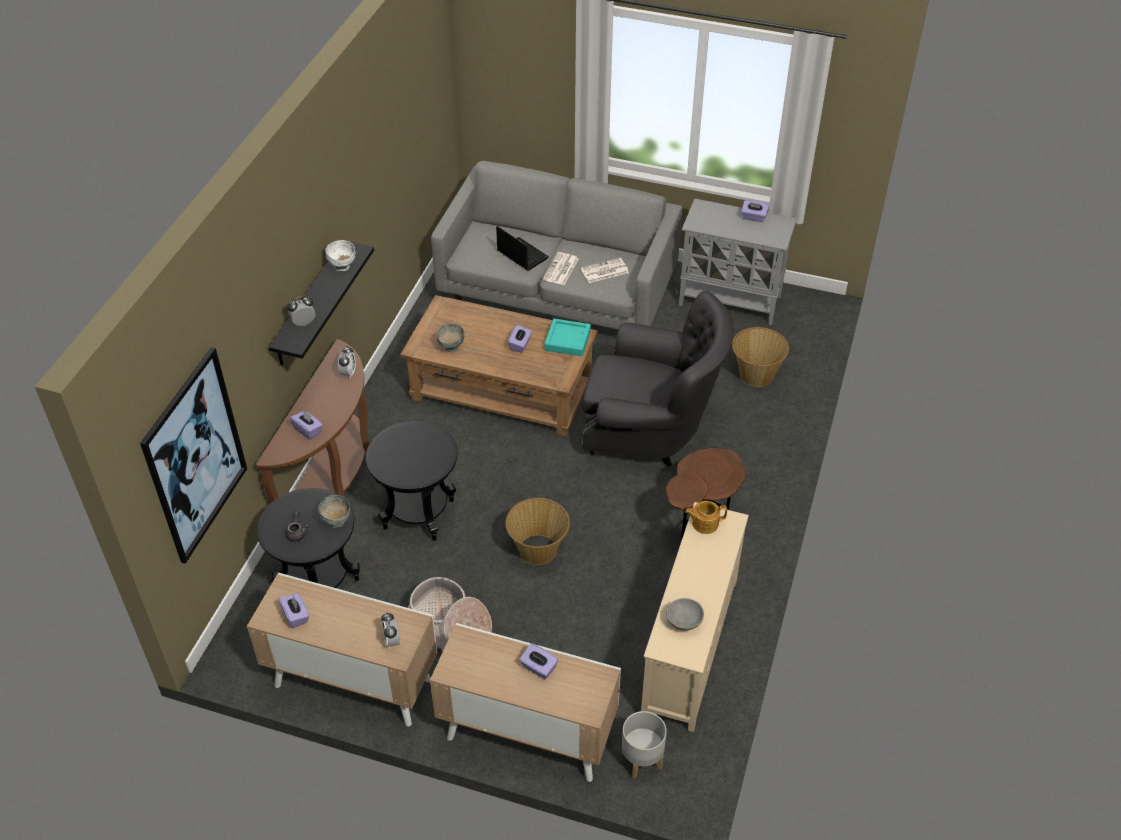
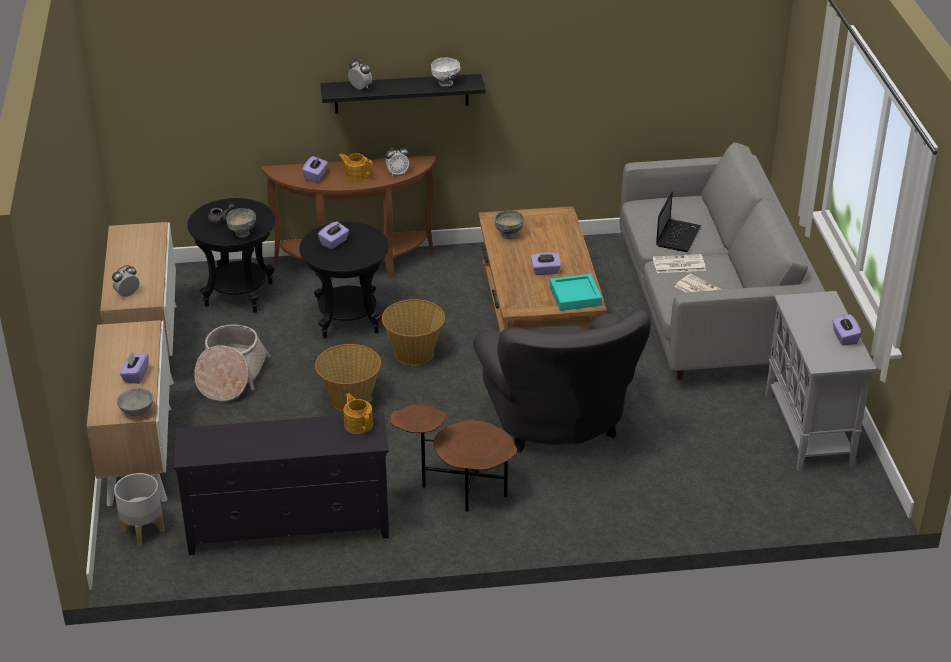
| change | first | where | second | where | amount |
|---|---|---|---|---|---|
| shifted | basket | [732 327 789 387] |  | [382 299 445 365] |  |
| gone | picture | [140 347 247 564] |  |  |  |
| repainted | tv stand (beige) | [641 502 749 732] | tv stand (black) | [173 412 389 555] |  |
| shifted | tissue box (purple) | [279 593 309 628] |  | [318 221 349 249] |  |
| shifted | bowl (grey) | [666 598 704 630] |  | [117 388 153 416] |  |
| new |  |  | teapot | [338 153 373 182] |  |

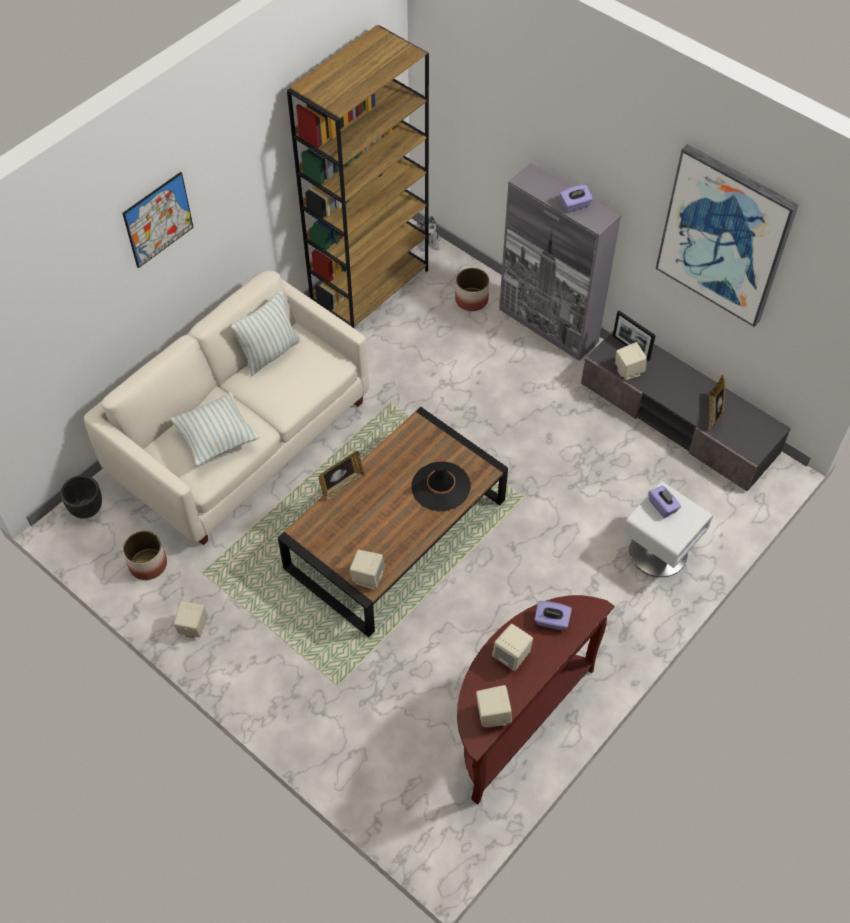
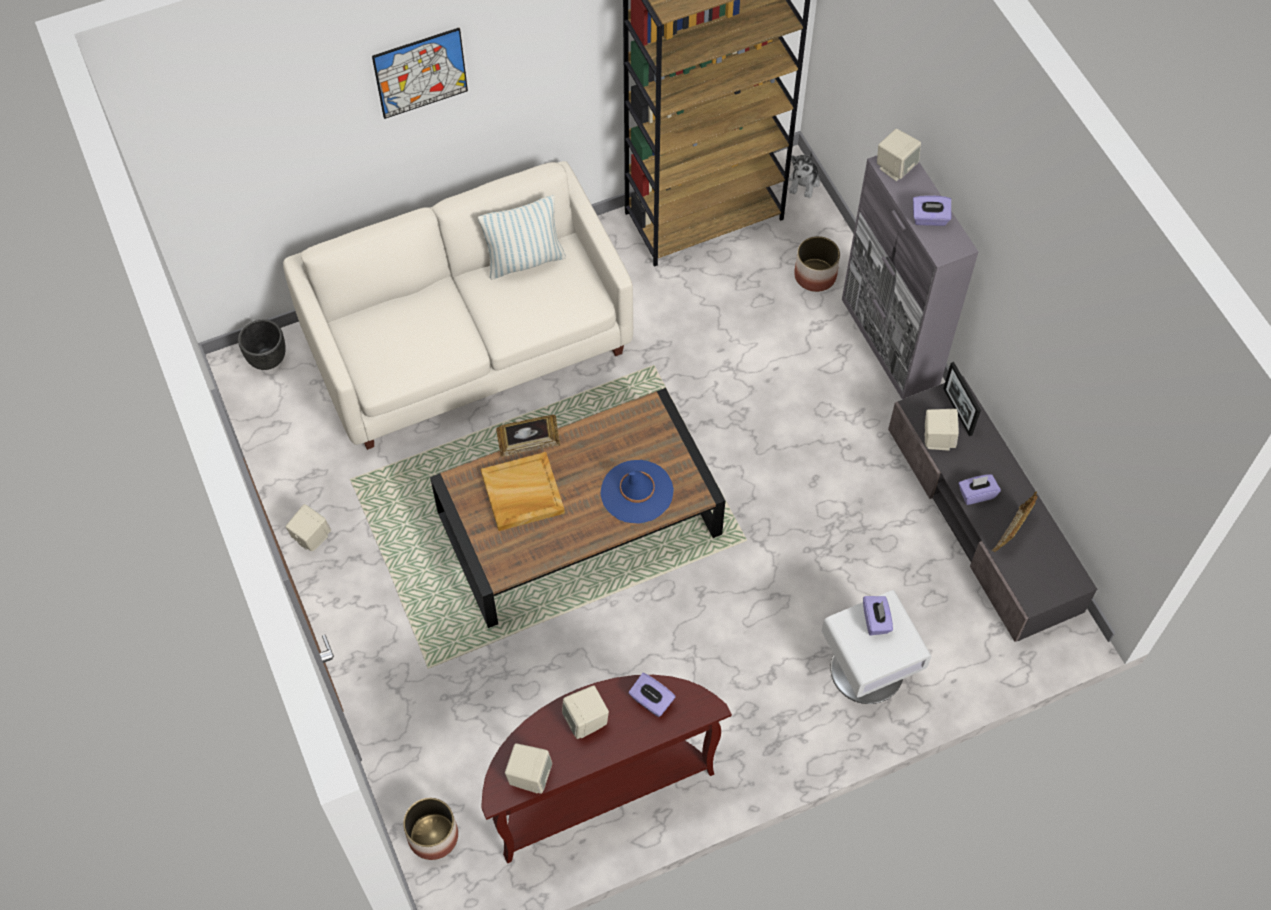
| change | first | where | second | where | amount |
|---|---|---|---|---|---|
| gone | picture | [656 144 799 327] |  |  |  |
| gone | pillow | [170 392 259 466] |  |  |  |
| repainted | hat (black) | [411 462 471 511] | hat (blue) | [600 460 674 524] |  |
| shifted | planter | [123 531 167 580] |  | [403 798 458 860] |  |
| shifted | speaker (beige) | [350 550 385 590] |  | [877 129 921 181] |  |
| new |  |  | tray (beige) | [481 452 565 531] |  |
| new |  |  | tissue box (purple) | [959 474 1001 505] |  |

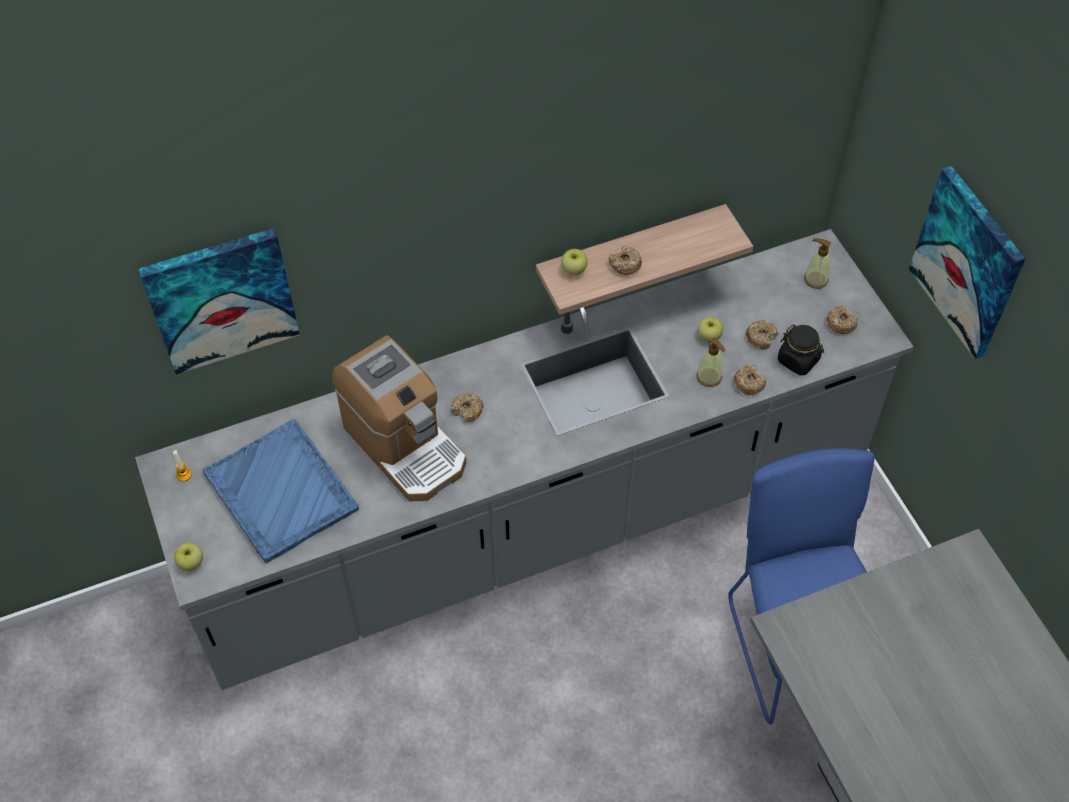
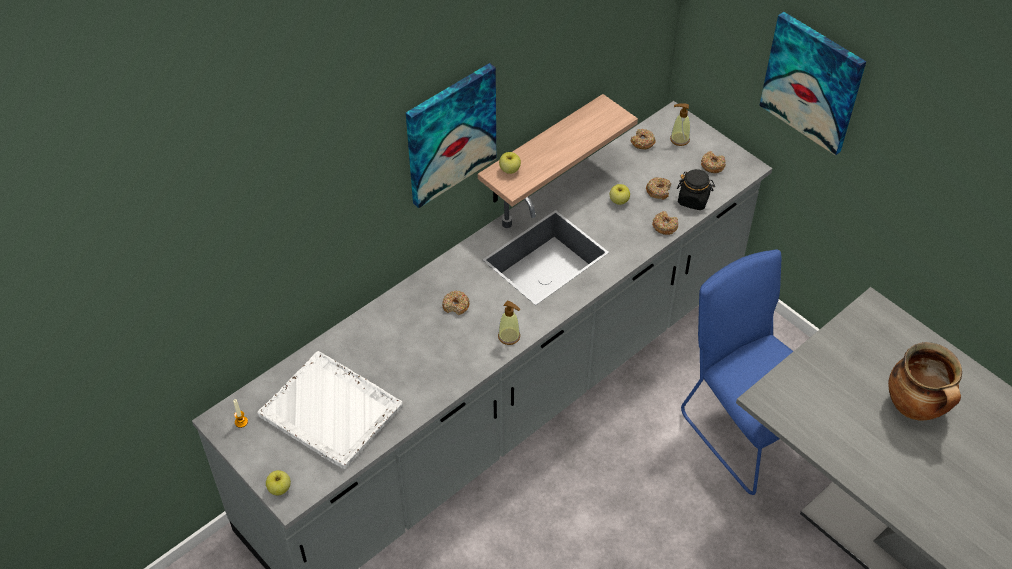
| change | first | where | second | where | amount |
|---|---|---|---|---|---|
| shifted | picture | [138 228 300 374] |  | [406 63 496 208] |  |
| shifted | donut | [609 245 642 275] |  | [630 129 656 149] |  |
| gone | coffee machine | [332 335 466 501] |  |  |  |
| shifted | soap dispenser | [696 337 726 387] |  | [498 301 520 345] |  |
| repainted | tray (blue) | [202 419 359 563] | tray (white) | [257 351 403 469] |  |
| new |  |  | cooking pot | [888 342 962 421] |  |

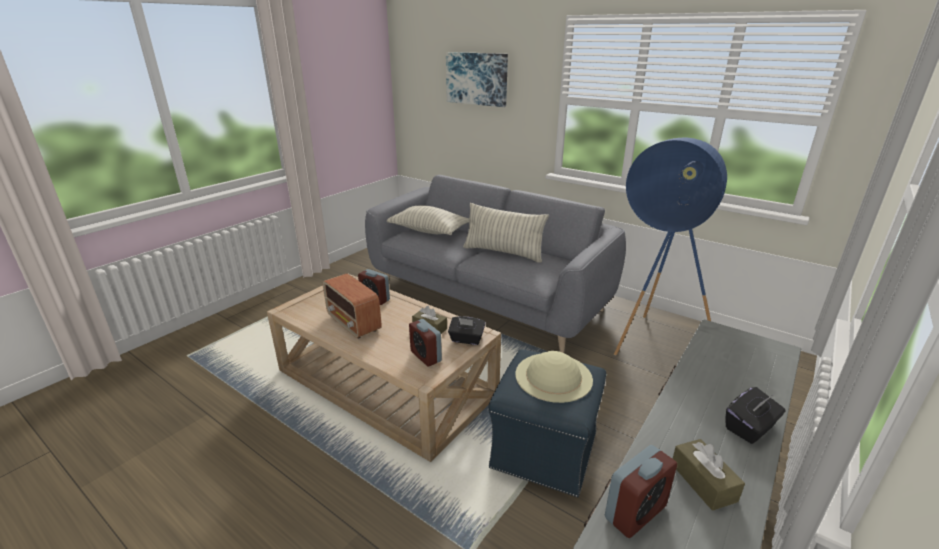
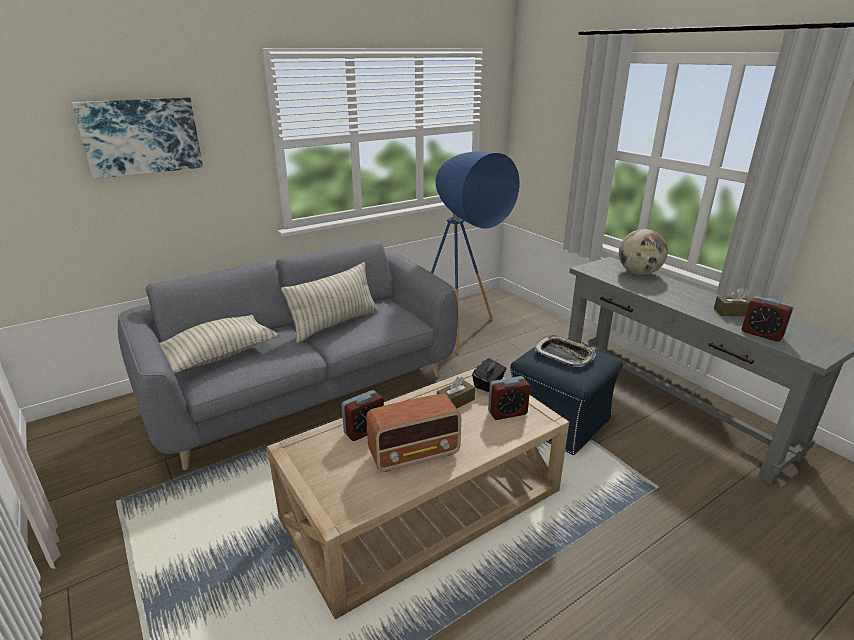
| change | first | where | second | where | amount |
|---|---|---|---|---|---|
| swapped | hat (beige) | [515 351 593 403] | tray | [535 335 596 367] |  |
| gone | tissue box (black) | [725 387 786 444] |  |  |  |
| rotated | alarm clock | [605 445 677 538] |  | [742 296 793 342] | 150 degrees clockwise |
| new |  |  | globe | [619 229 668 275] |  |

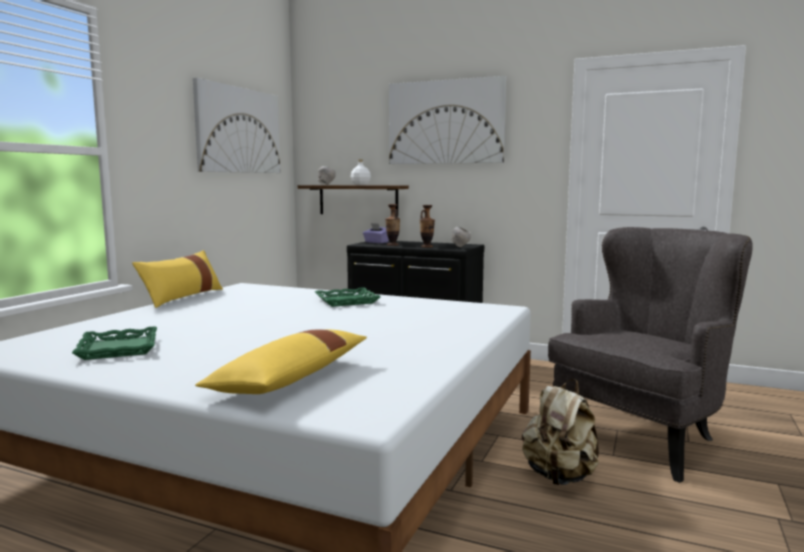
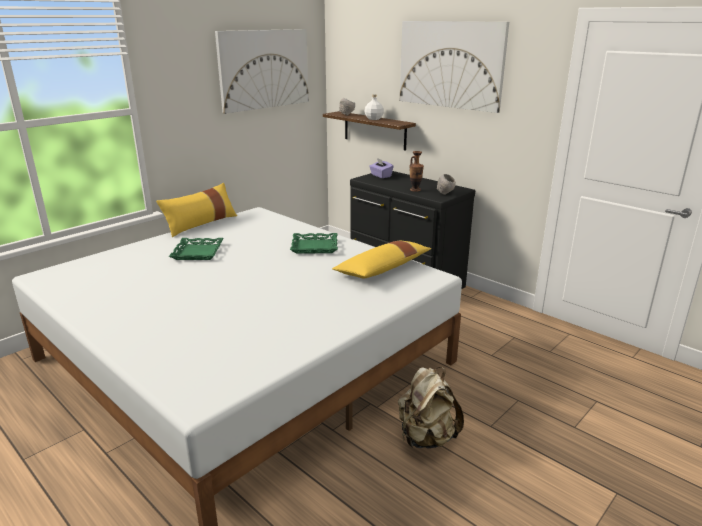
| change | first | where | second | where | amount |
|---|---|---|---|---|---|
| gone | vase | [385 204 400 246] |  |  |  |
| gone | armchair (grey) | [548 227 753 483] |  |  |  |
| shifted | tray (green) | [72 326 157 360] |  | [169 238 224 260] |  |
| shifted | pillow (yellow) | [195 329 367 394] |  | [332 240 431 278] |  |

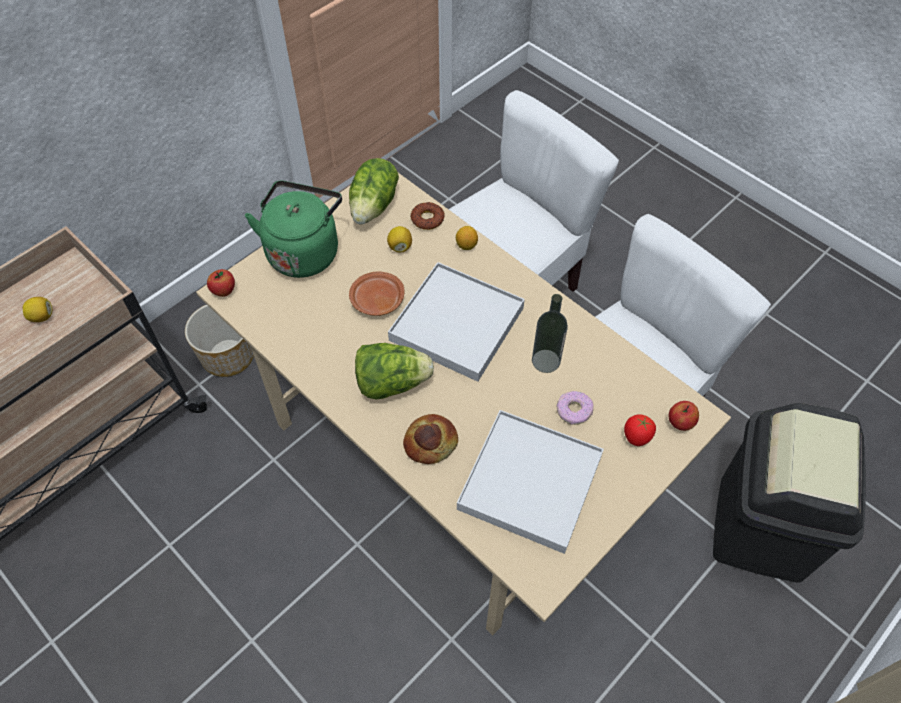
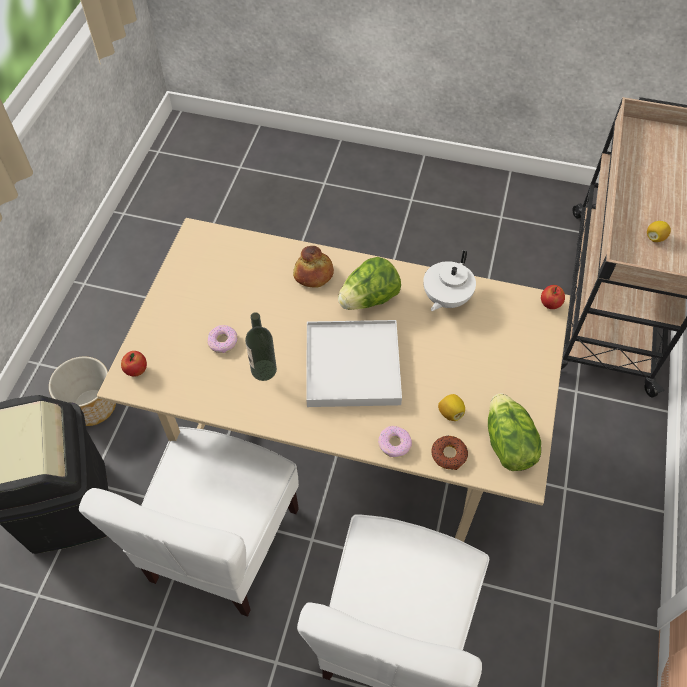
| change | first | where | second | where | amount |
|---|---|---|---|---|---|
| gone | kettle (green) | [245 181 342 278] |  |  |  |
| swapped | lemon | [456 226 478 250] | donut | [378 426 412 457] |  |
| gone | plate (brown) | [349 272 404 316] |  |  |  |
| shifted | planter | [185 305 254 377] |  | [49 357 116 426] |  |
| gone | tray (white) | [457 410 604 554] |  |  |  |
| gone | tomato | [624 414 656 446] |  |  |  |
| new |  |  | teapot (white) | [423 250 476 311] |  |

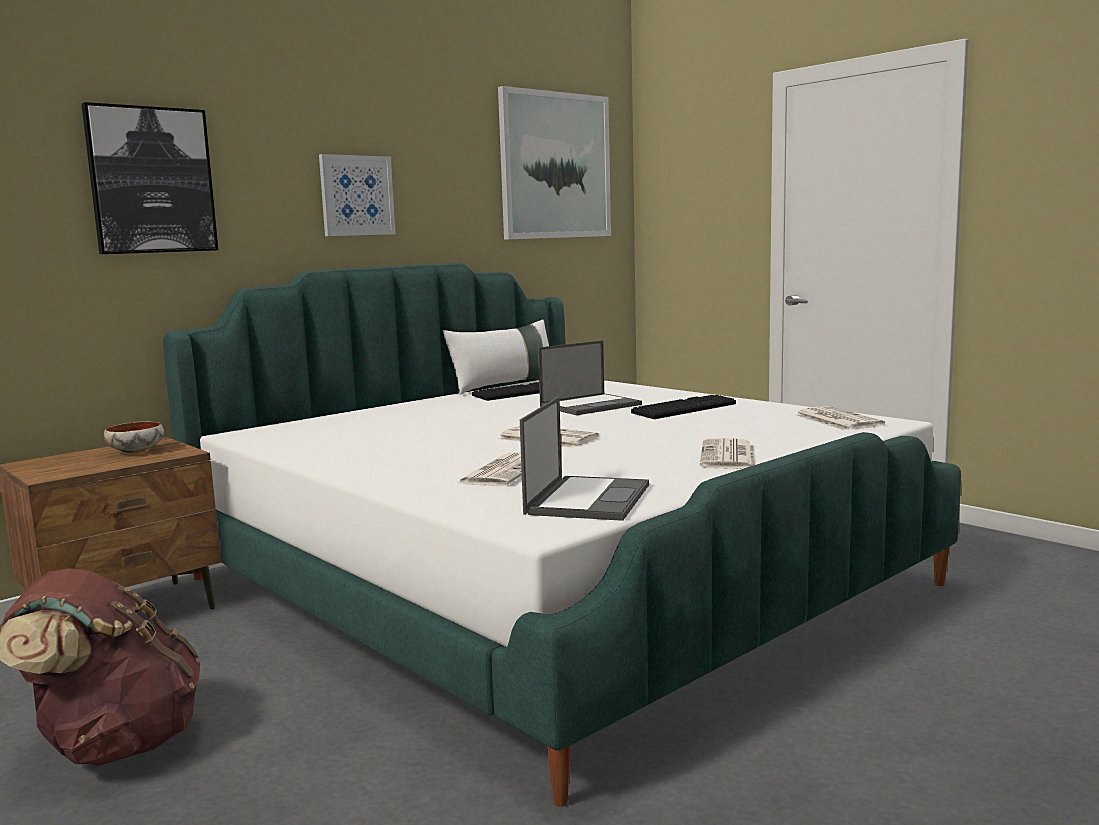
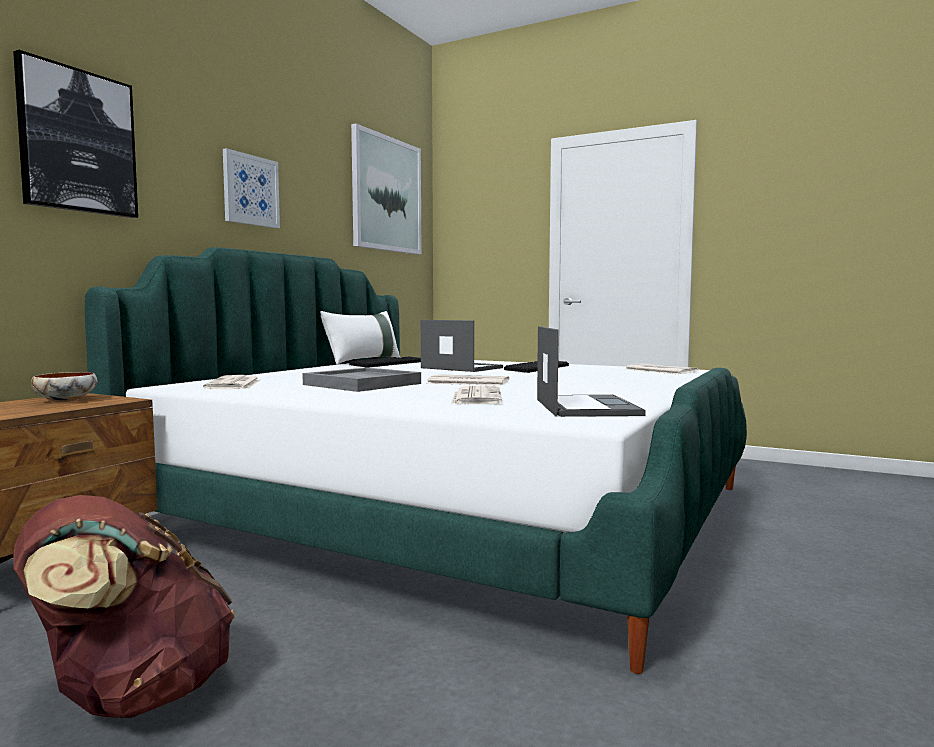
| change | first | where | second | where | amount |
|---|---|---|---|---|---|
| rotated | laptop | [538 340 642 415] |  | [421 320 503 372] | 90 degrees counterclockwise |
| shifted | newspaper | [700 438 756 469] |  | [203 375 260 389] |  |
| new |  |  | tray (grey) | [302 367 421 392] |  |

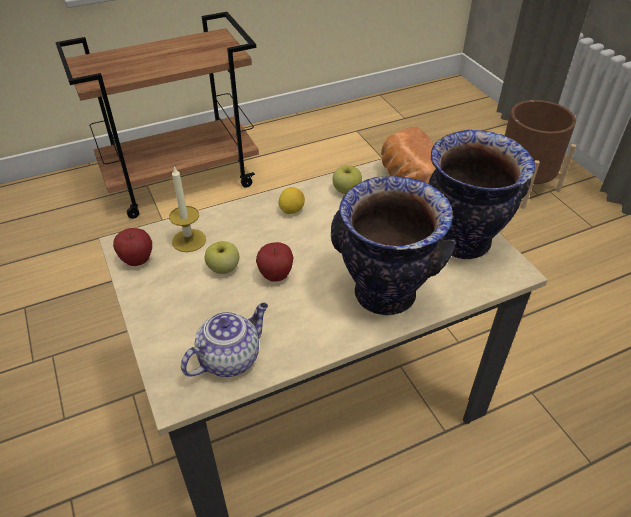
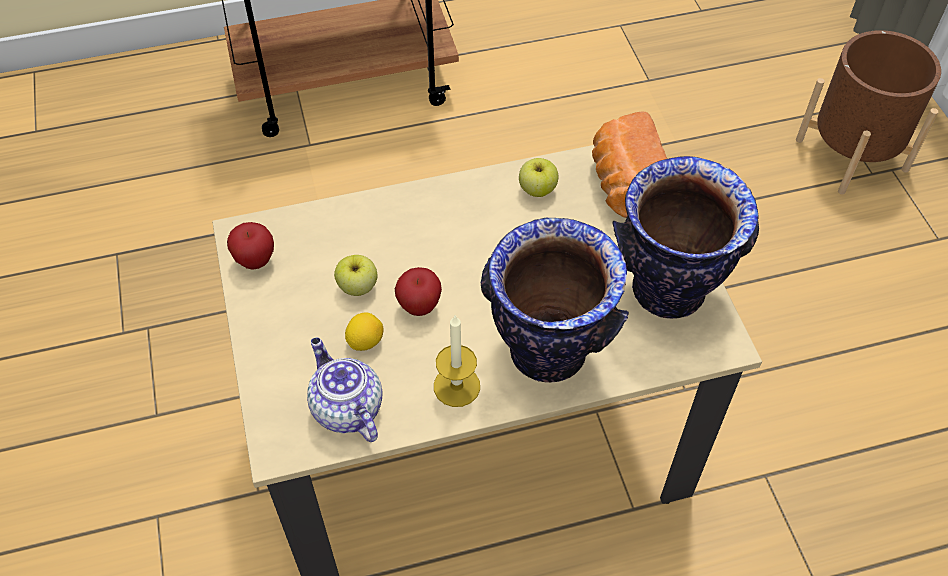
| change | first | where | second | where | amount |
|---|---|---|---|---|---|
| shifted | candle | [169 166 206 252] |  | [434 316 480 407] |  |
| shifted | lemon | [278 187 305 214] |  | [345 312 383 351] |  |
| rotated | teapot | [181 303 268 377] |  | [307 338 383 442] | 90 degrees counterclockwise |

